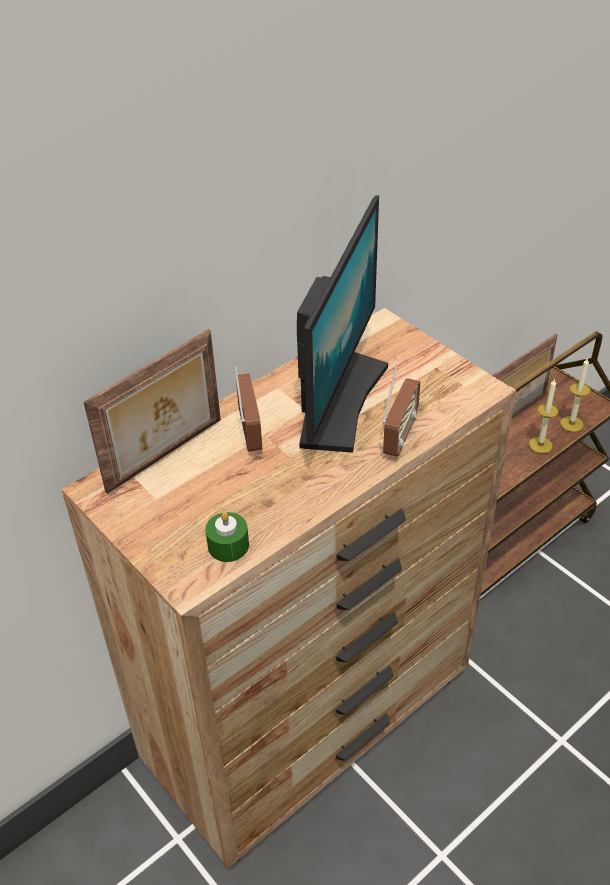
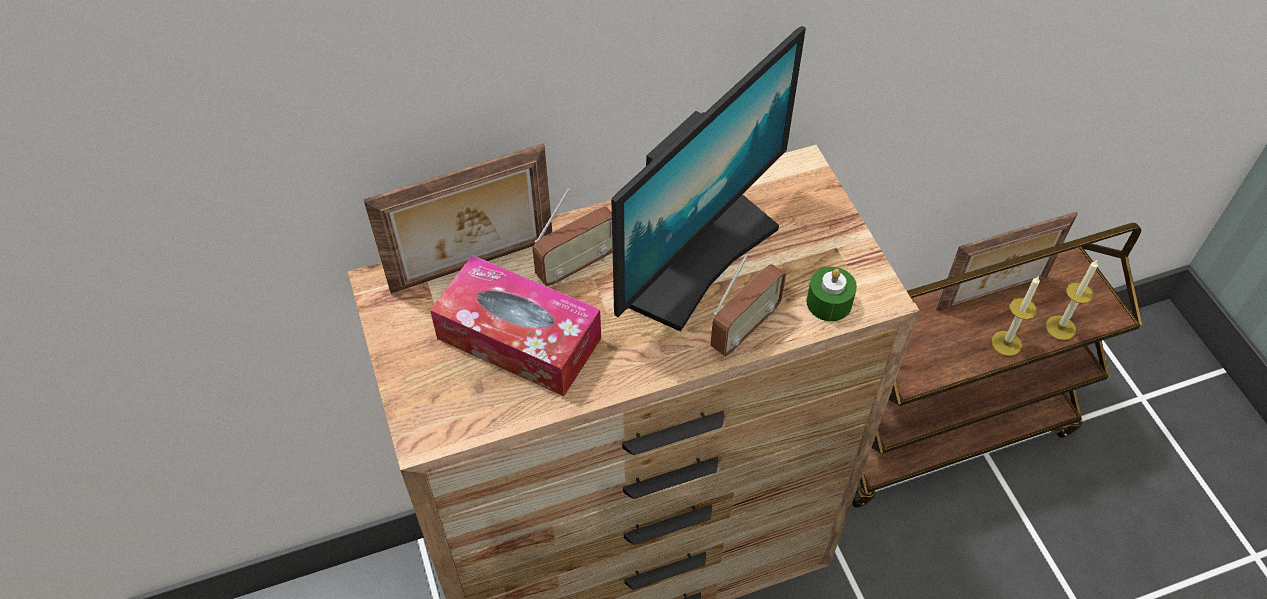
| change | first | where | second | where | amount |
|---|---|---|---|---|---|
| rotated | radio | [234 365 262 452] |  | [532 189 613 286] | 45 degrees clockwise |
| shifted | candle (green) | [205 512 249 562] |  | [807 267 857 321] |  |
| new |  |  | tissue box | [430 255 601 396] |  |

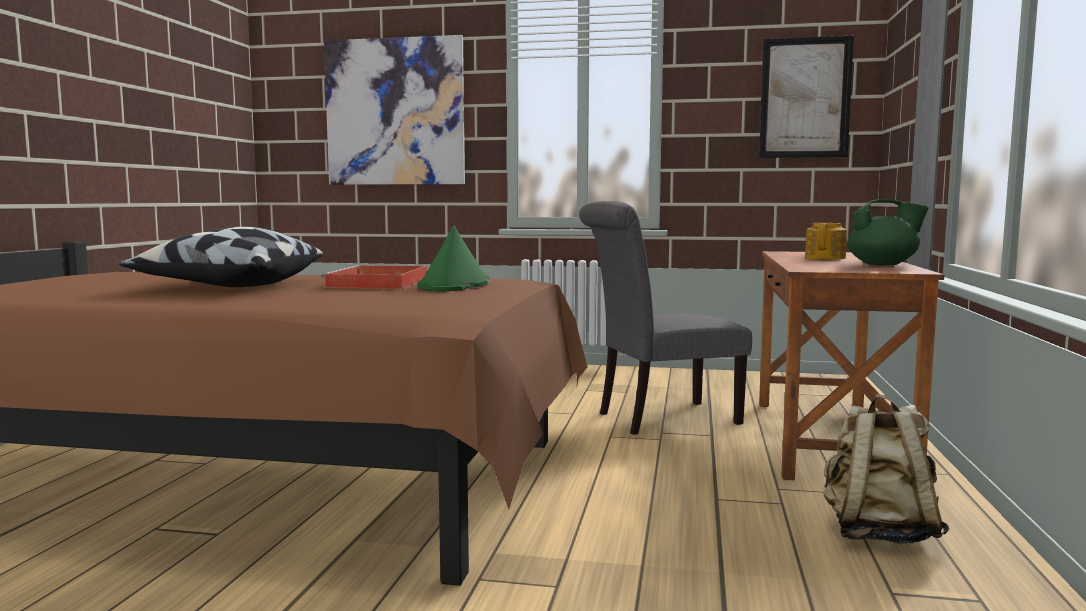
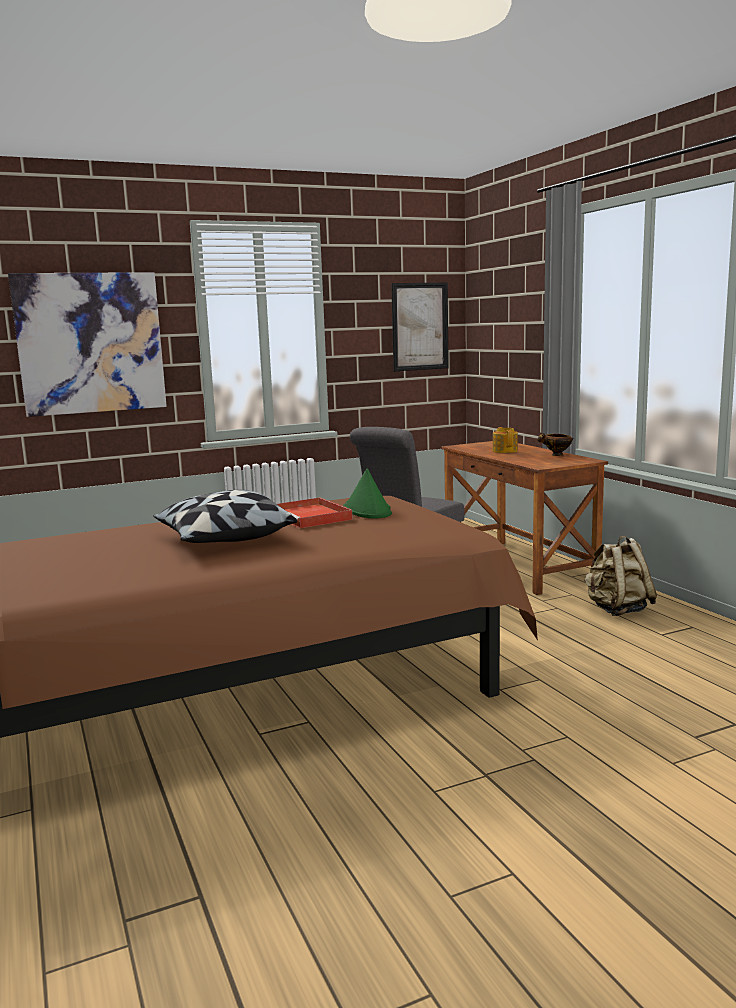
| change | first | where | second | where | amount |
|---|---|---|---|---|---|
| swapped | teapot (green) | [847 199 929 265] | bowl | [537 432 573 456] |  |

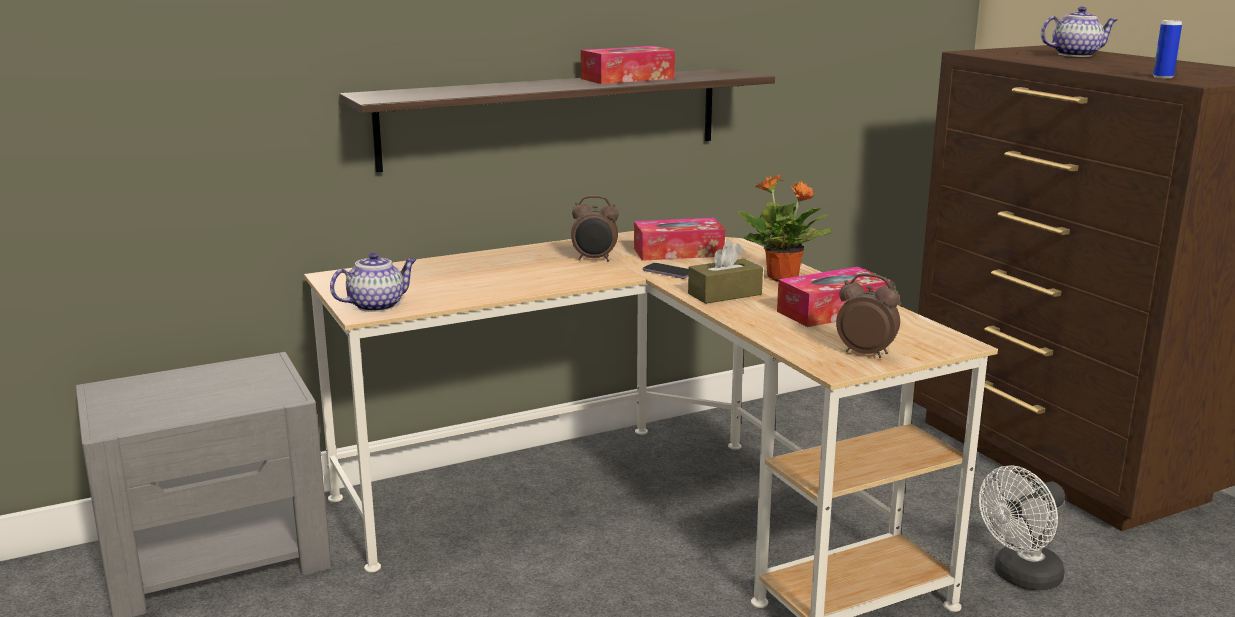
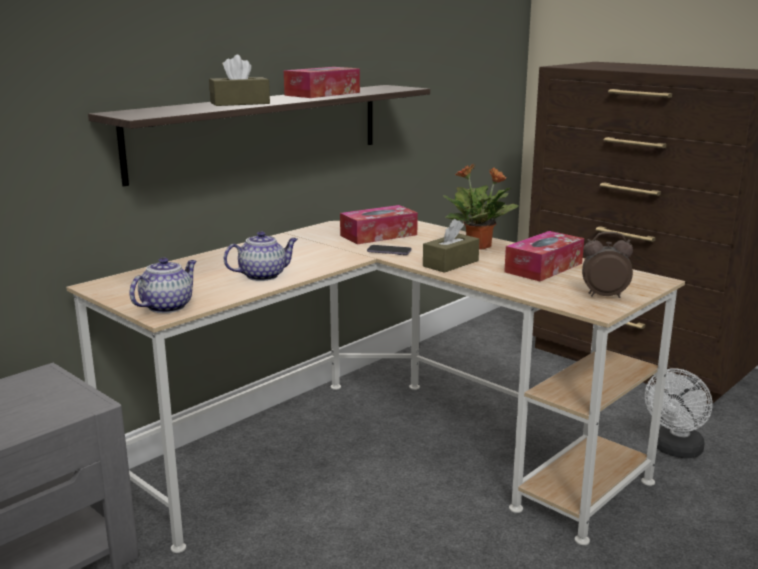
| change | first | where | second | where | amount |
|---|---|---|---|---|---|
| shifted | teapot | [1041 7 1117 57] |  | [224 231 298 281] |  |
| gone | can | [1153 20 1182 79] |  |  |  |
| gone | alarm clock | [571 195 619 261] |  |  |  |
| new |  |  | tissue box (brown) | [209 55 270 106] |  |

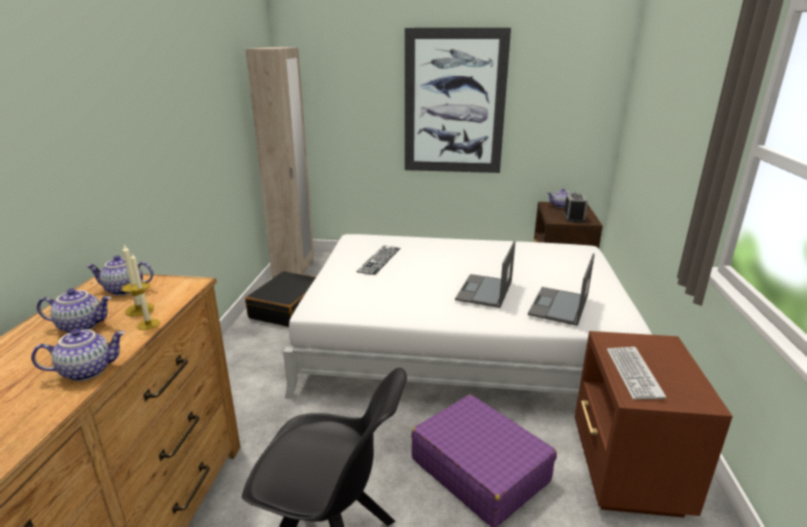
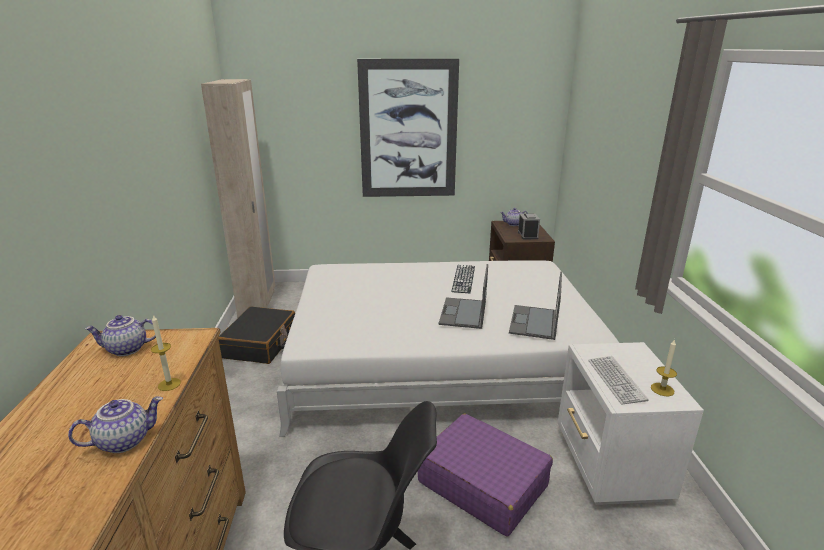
| change | first | where | second | where | amount |
|---|---|---|---|---|---|
| shifted | candle | [122 244 154 316] |  | [651 339 677 396] |  |
| shifted | keyboard | [356 245 400 275] |  | [451 265 475 293] |  |
| gone | teapot | [37 289 112 333] |  |  |  |
| repainted | nightstand (brown) | [575 331 733 518] | nightstand (white) | [558 342 704 505] |  |

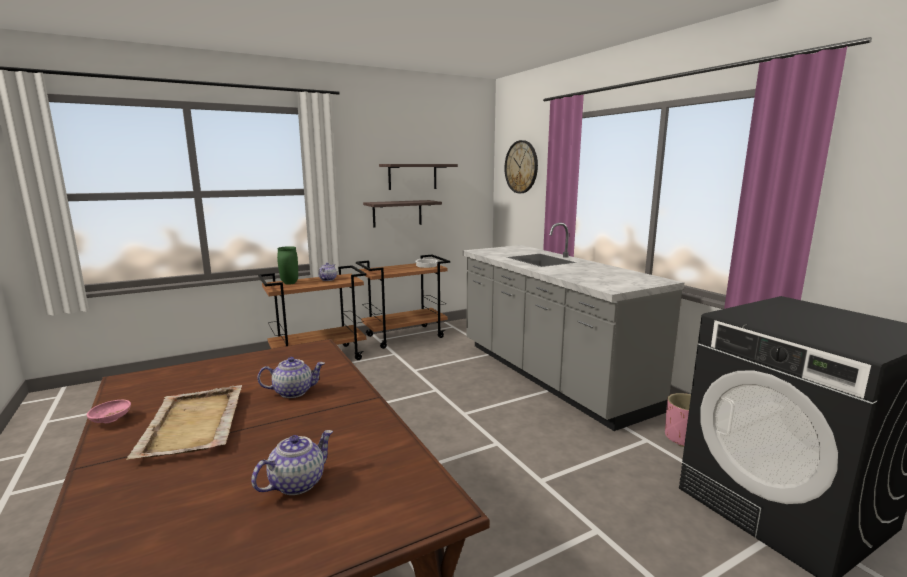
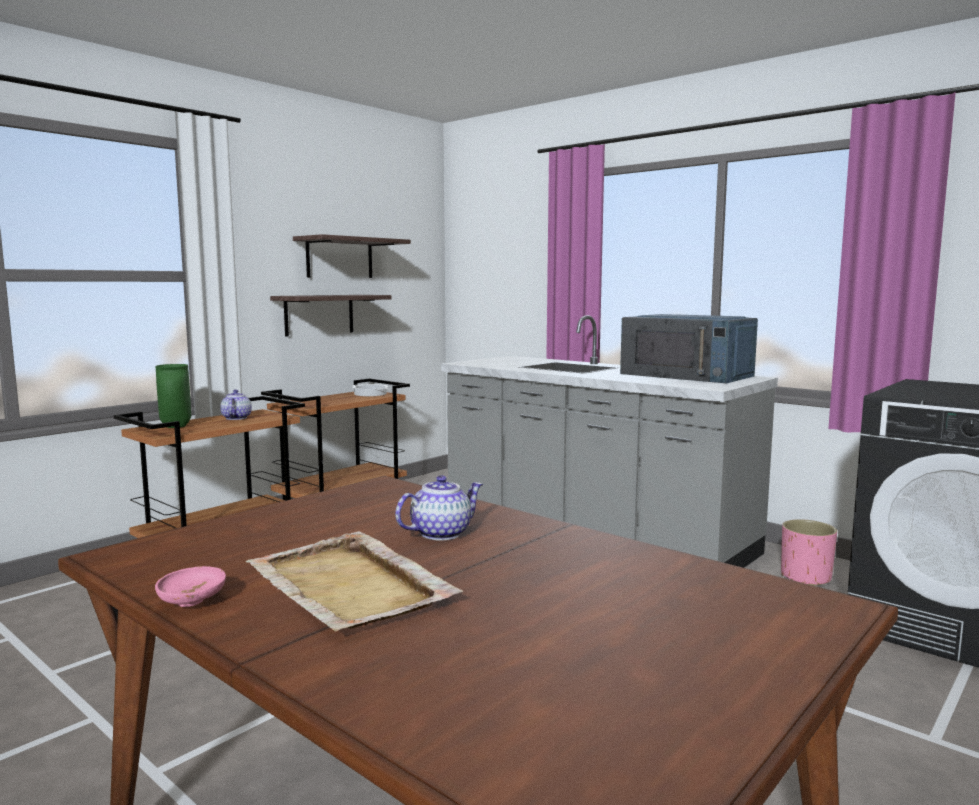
| change | first | where | second | where | amount |
|---|---|---|---|---|---|
| gone | wall clock | [504 140 538 193] |  |  |  |
| gone | teapot | [251 430 333 495] |  |  |  |
| new |  |  | microwave (blue) | [620 314 758 383] |  |

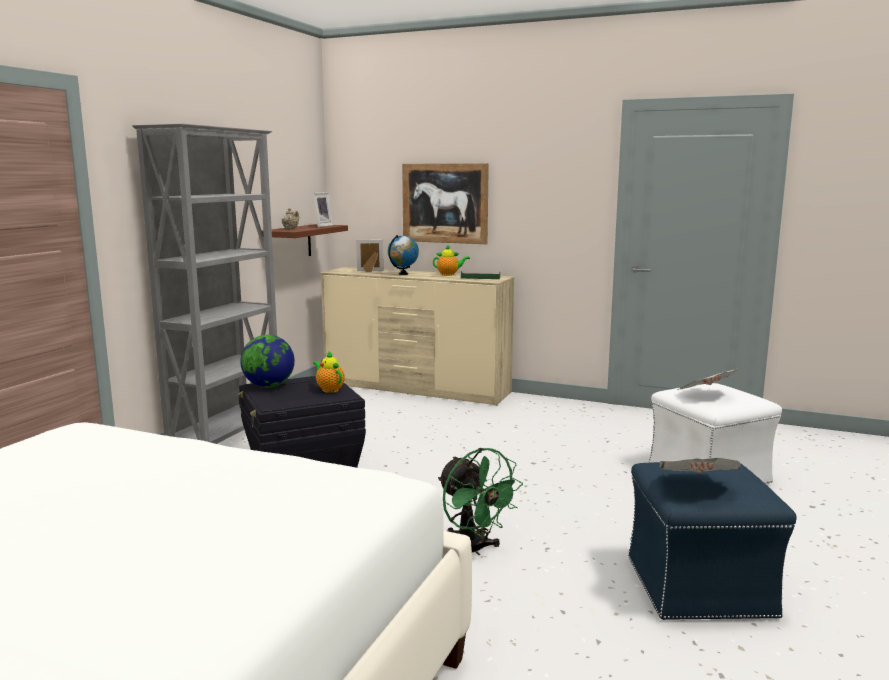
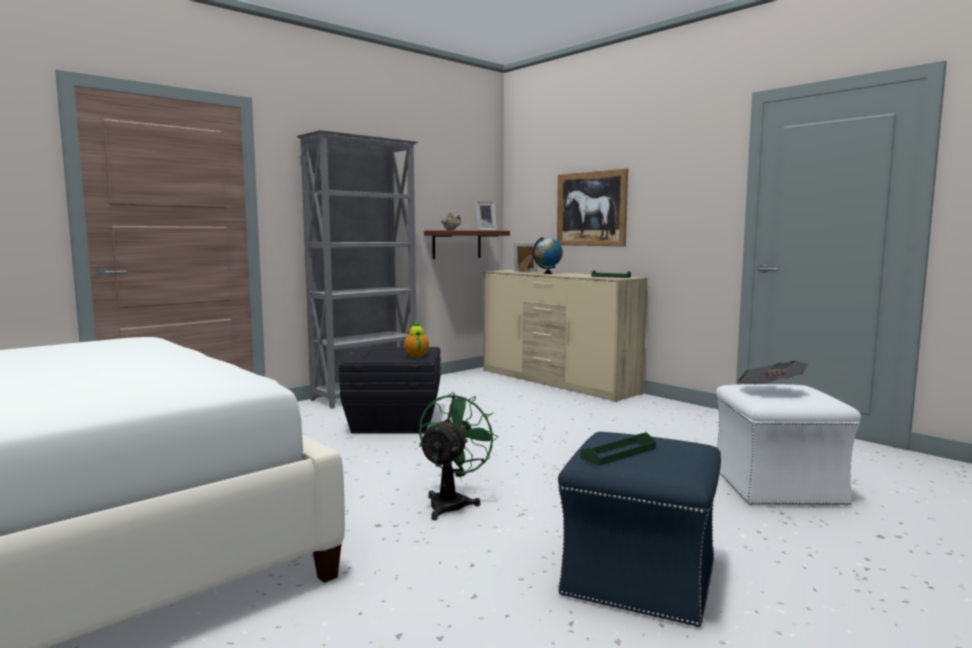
| change | first | where | second | where | amount |
|---|---|---|---|---|---|
| gone | teapot | [433 244 470 276] |  |  |  |
| gone | globe | [240 335 295 387] |  |  |  |
| rotated | fan (green) | [438 448 523 555] |  | [419 392 499 520] | 150 degrees counterclockwise |
| swapped | newspaper | [659 458 741 473] | tray (green) | [580 432 656 466] |  |

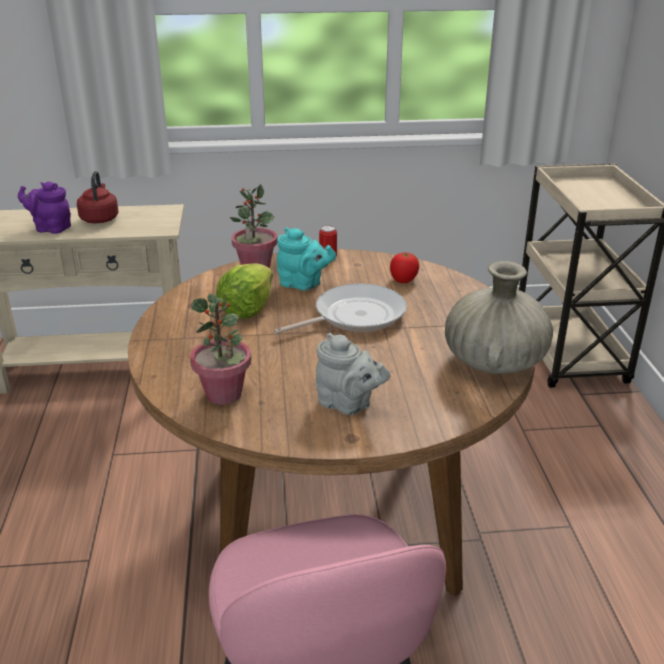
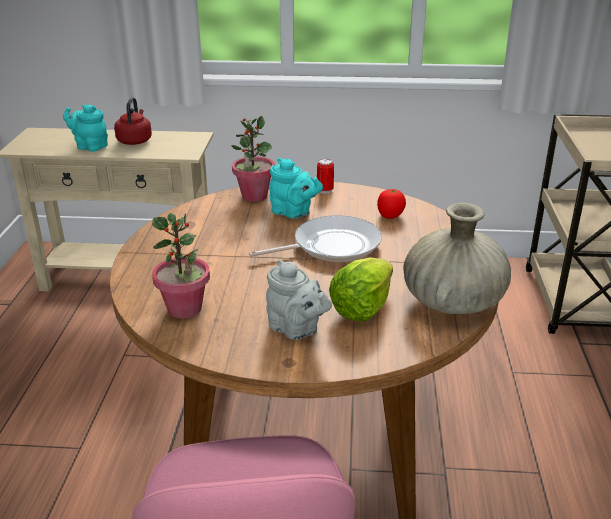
| change | first | where | second | where | amount |
|---|---|---|---|---|---|
| repainted | teapot (purple) | [18 182 71 234] | teapot (turquoise) | [63 104 108 152] |  |
| shifted | lettuce | [216 263 273 319] |  | [329 257 393 322] |  |

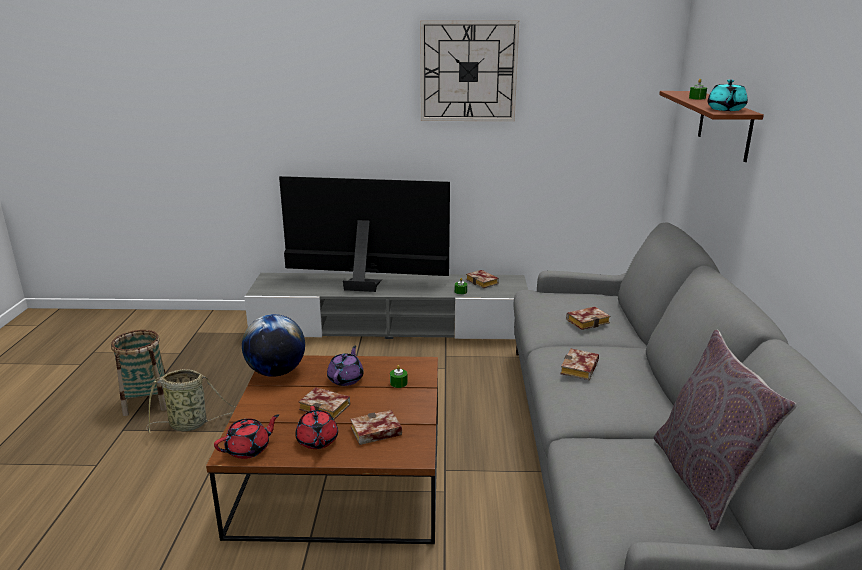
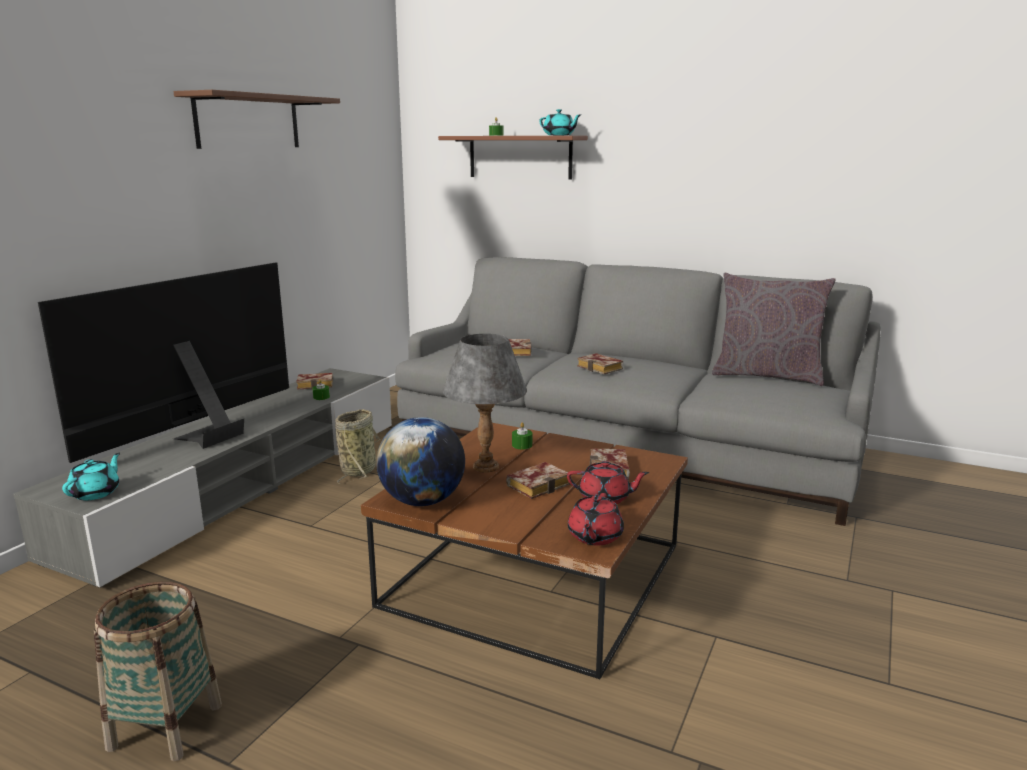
| change | first | where | second | where | amount |
|---|---|---|---|---|---|
| swapped | wall clock | [420 20 519 121] | shelf (brown) | [174 90 340 149] |  |
| swapped | teapot (purple) | [327 346 364 386] | table lamp (grey) | [443 334 527 473] |  |
| shifted | basket | [146 369 236 433] |  | [335 409 381 484] |  |
| rotated | teapot (red) | [214 414 279 459] |  | [568 493 624 546] | 150 degrees counterclockwise |
| new |  |  | teapot (turquoise) | [62 453 120 500] |  |

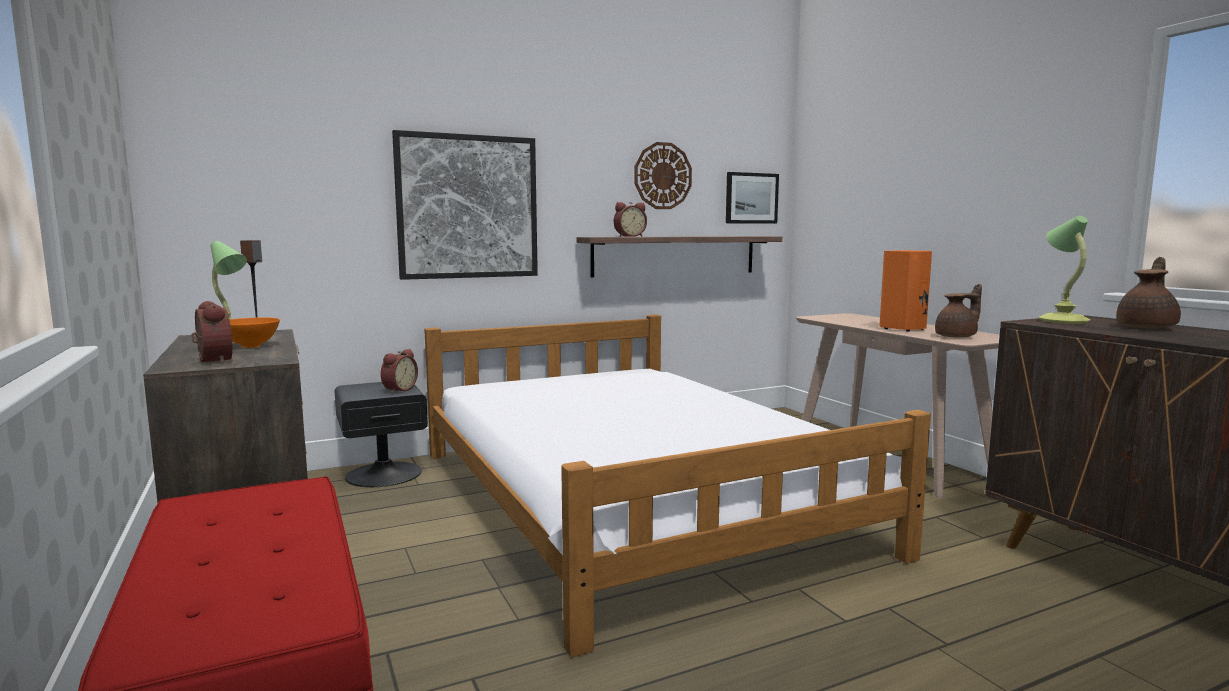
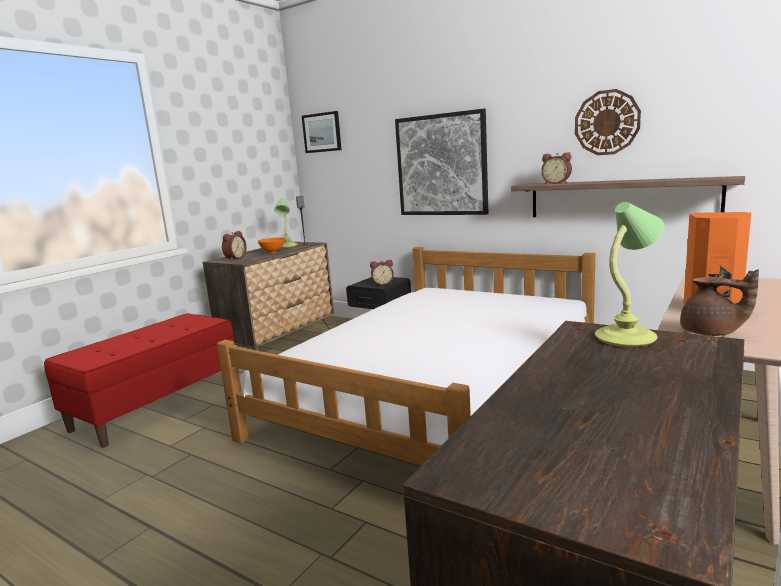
| change | first | where | second | where | amount |
|---|---|---|---|---|---|
| shifted | picture | [726 172 779 224] |  | [302 111 342 153] |  |
| gone | teapot (brown) | [1116 257 1181 328] |  |  |  |

